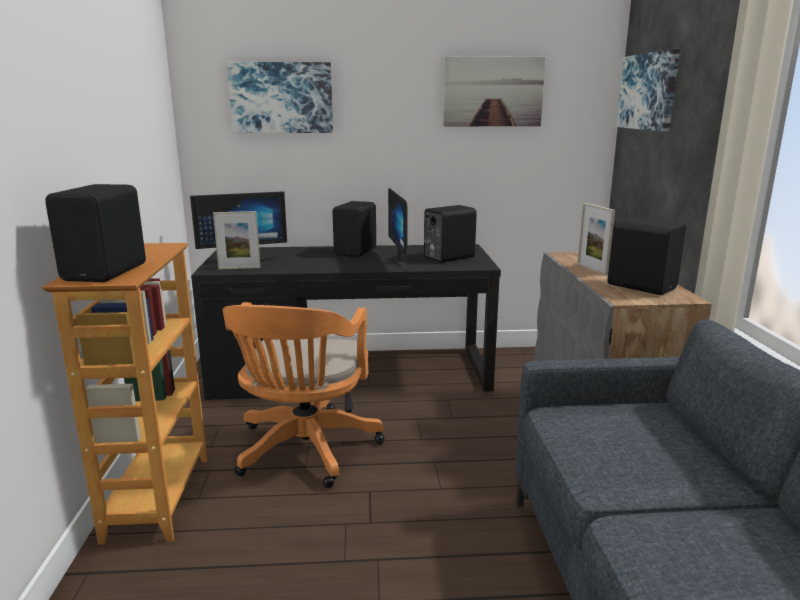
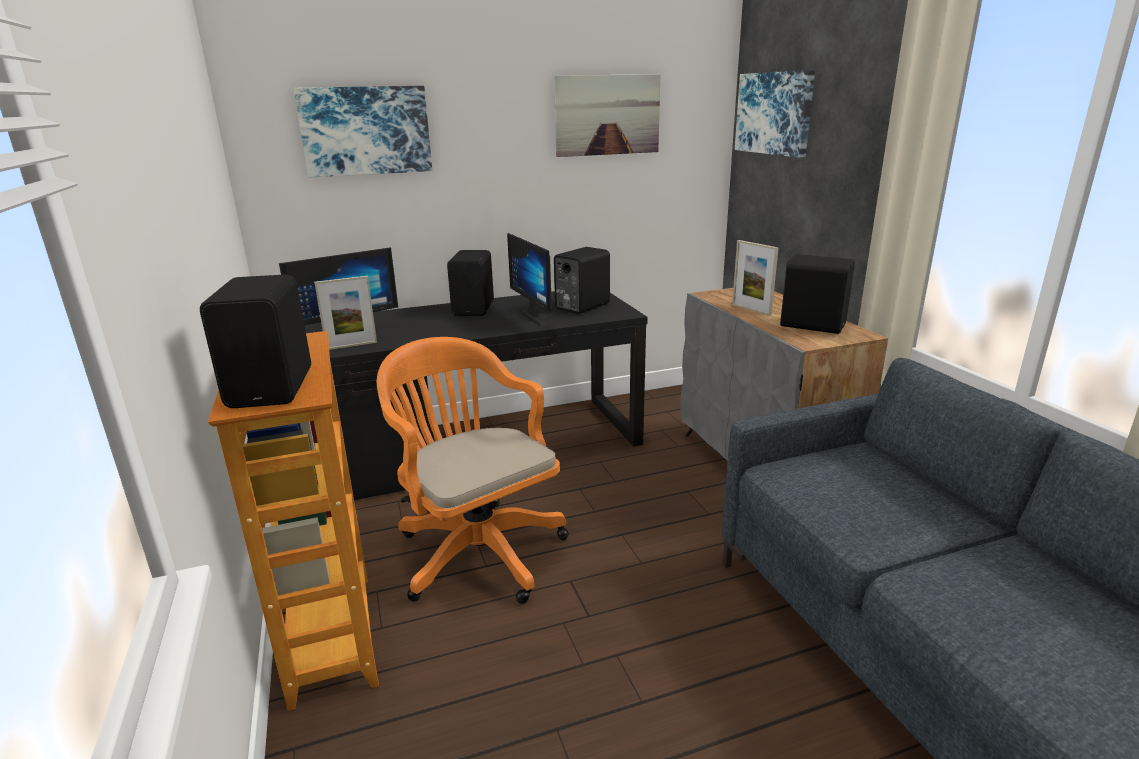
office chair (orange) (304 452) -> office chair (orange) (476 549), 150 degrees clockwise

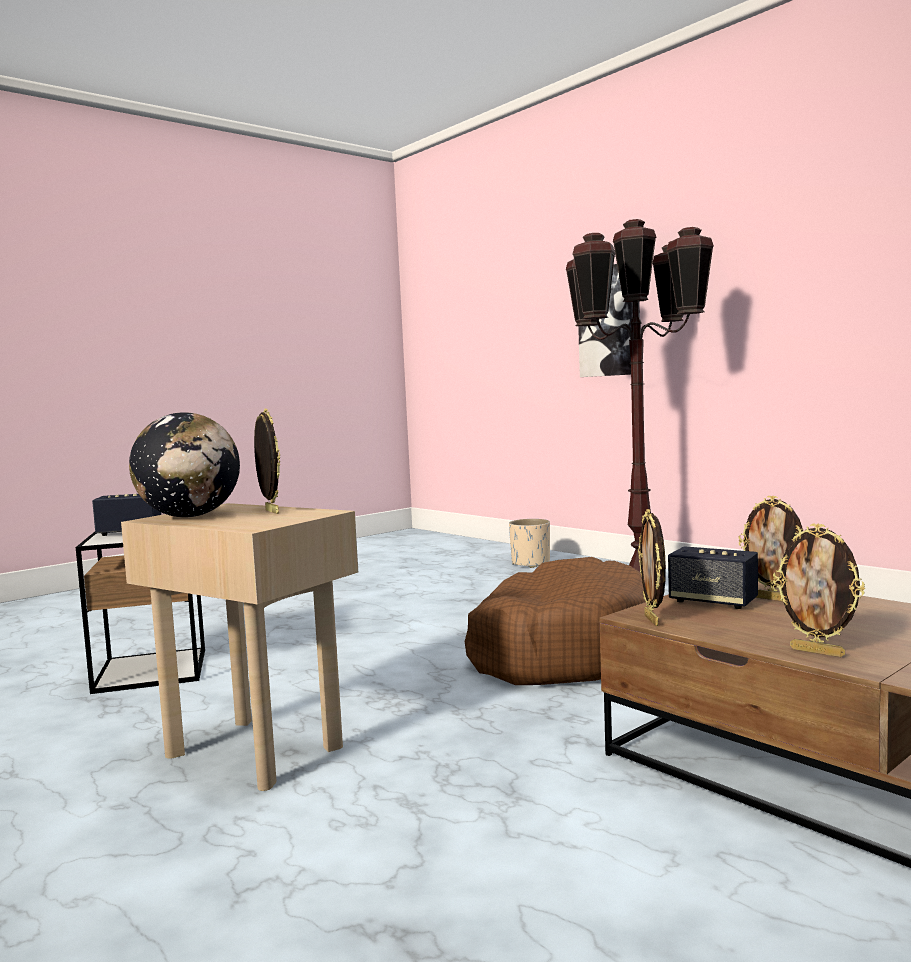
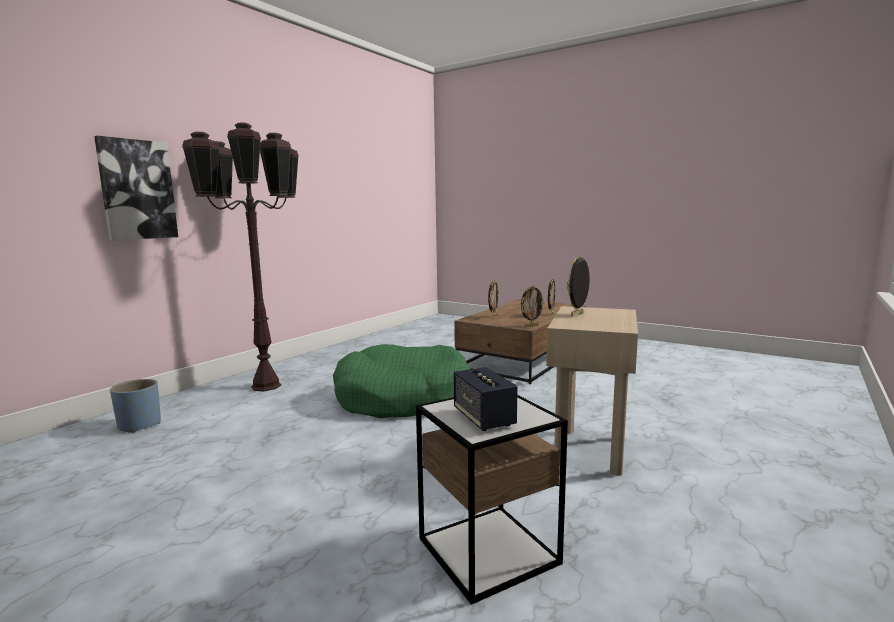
globe (190 516) -> none
dog bed (brown) (560 650) -> dog bed (green) (403 398)
planter (beige) (530 564) -> planter (blue) (139 425)
speaker (713 602) -> none

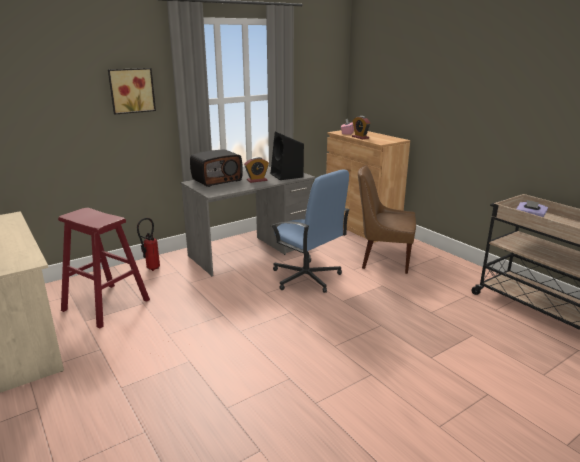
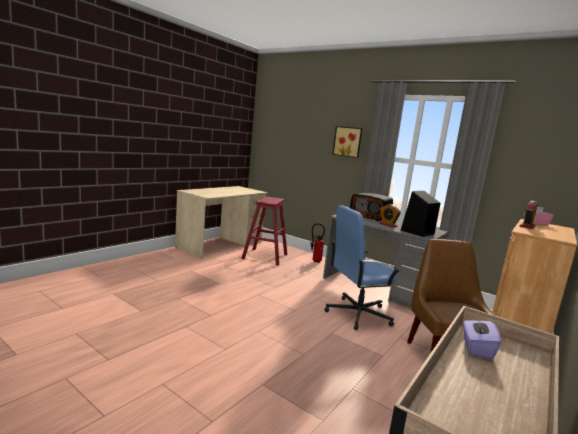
office chair (blue) (306 278) -> office chair (blue) (357 314), 45 degrees clockwise

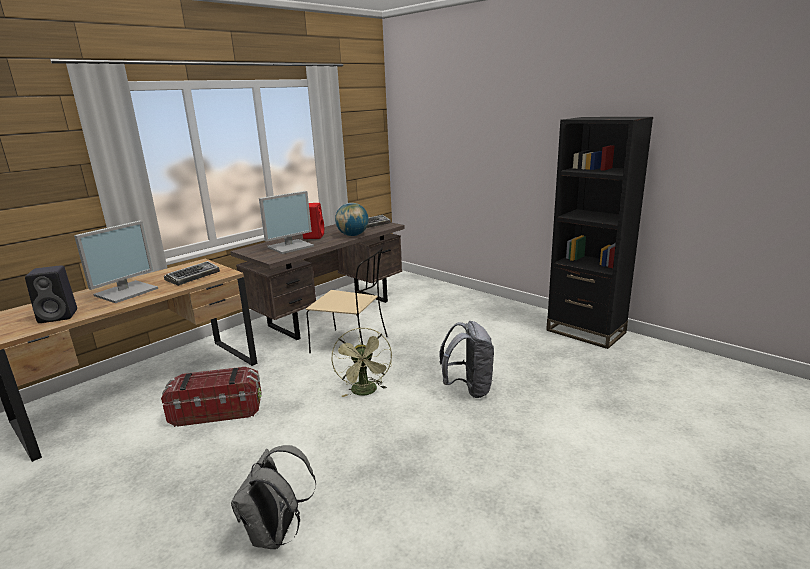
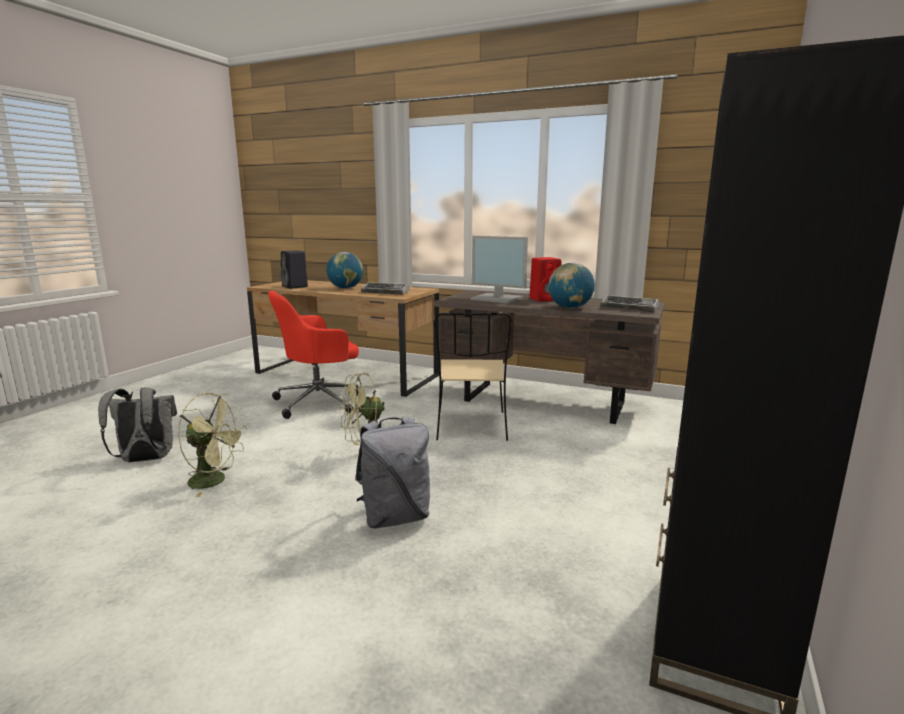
monitor (127 291) -> globe (345 288)
storage box (217 411) -> office chair (red) (319 402)
none -> fan (green) (215 481)

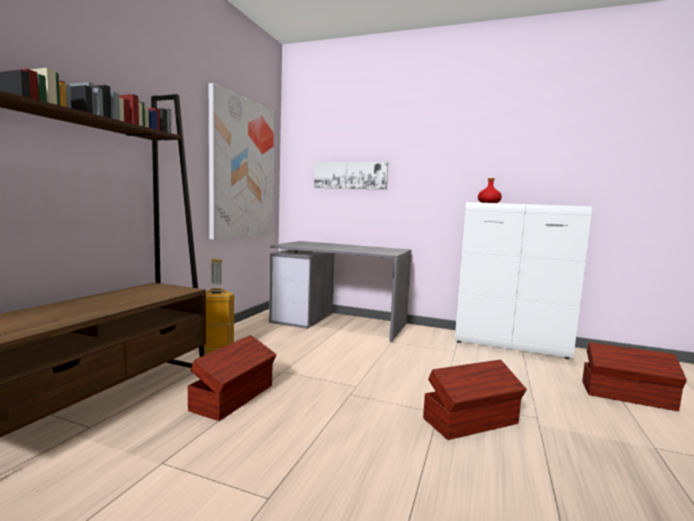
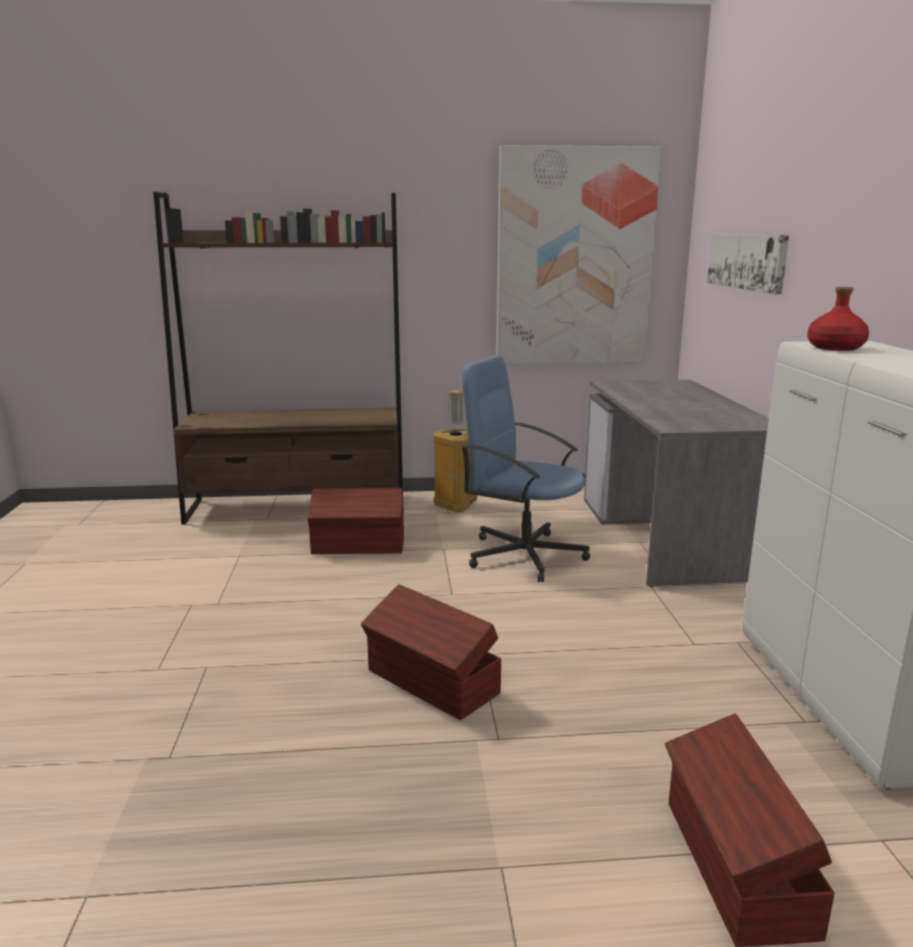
none -> office chair (blue) (523 555)

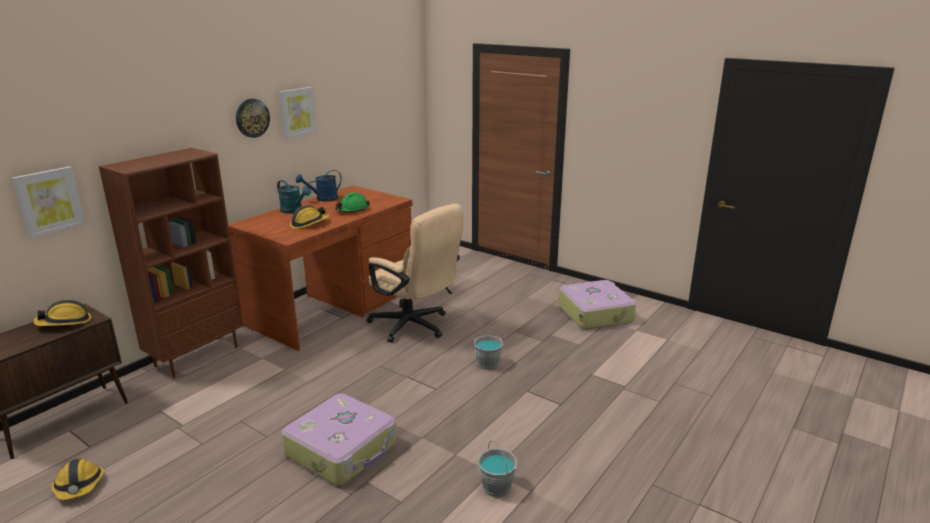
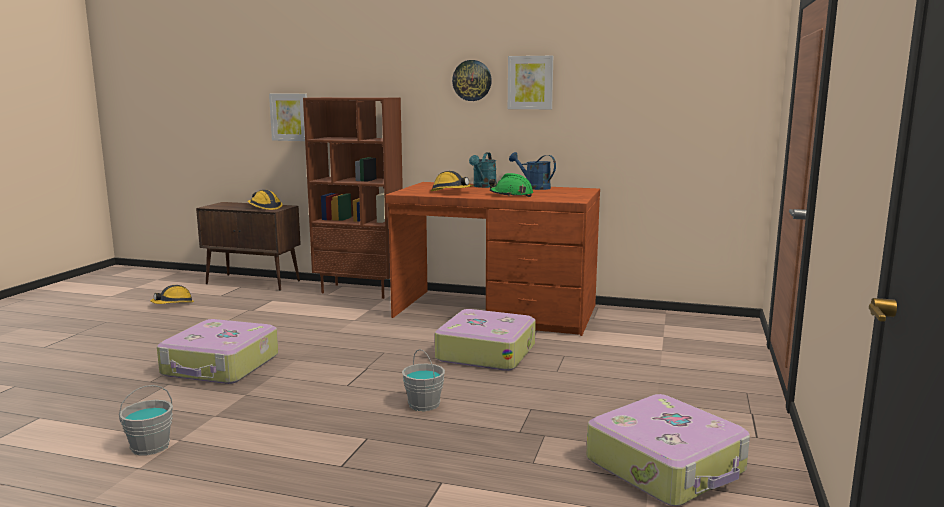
office chair (beige) (415 327) -> suitcase (486 352)

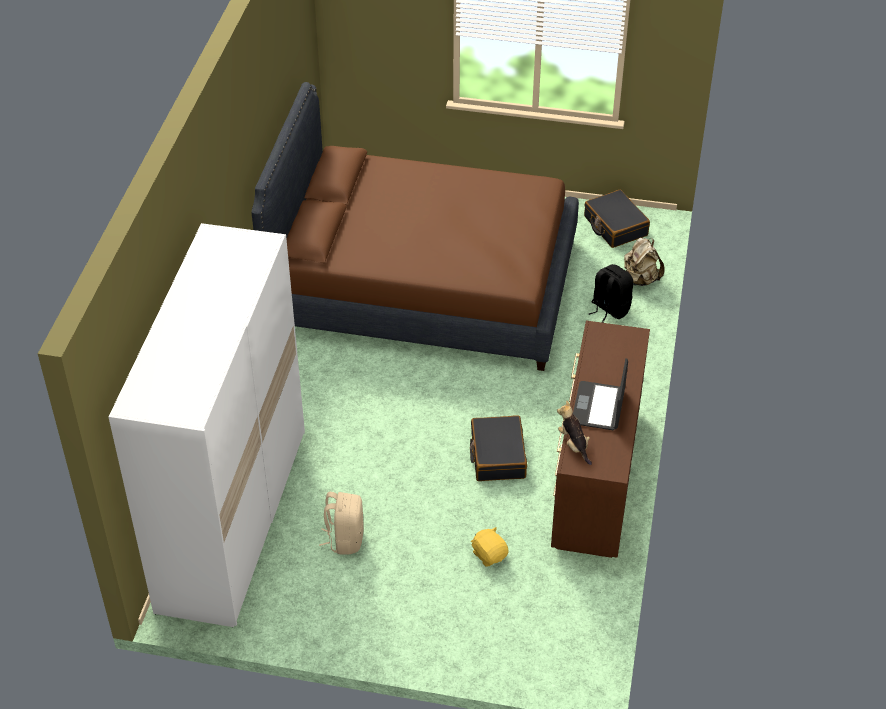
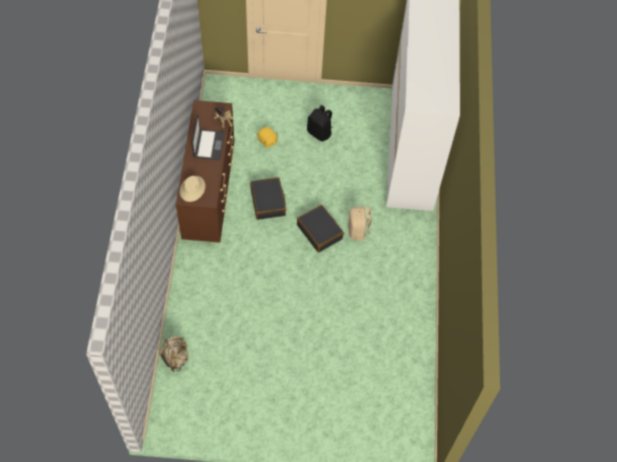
bed (brown) (423 285) -> none
backpack (beige) (345 539) -> backpack (beige) (358 231), relocated
suitcase (black) (615 226) -> suitcase (black) (320 232), relocated
backpack (black) (609 309) -> backpack (black) (319 132), relocated
none -> hat (beige) (192 189)

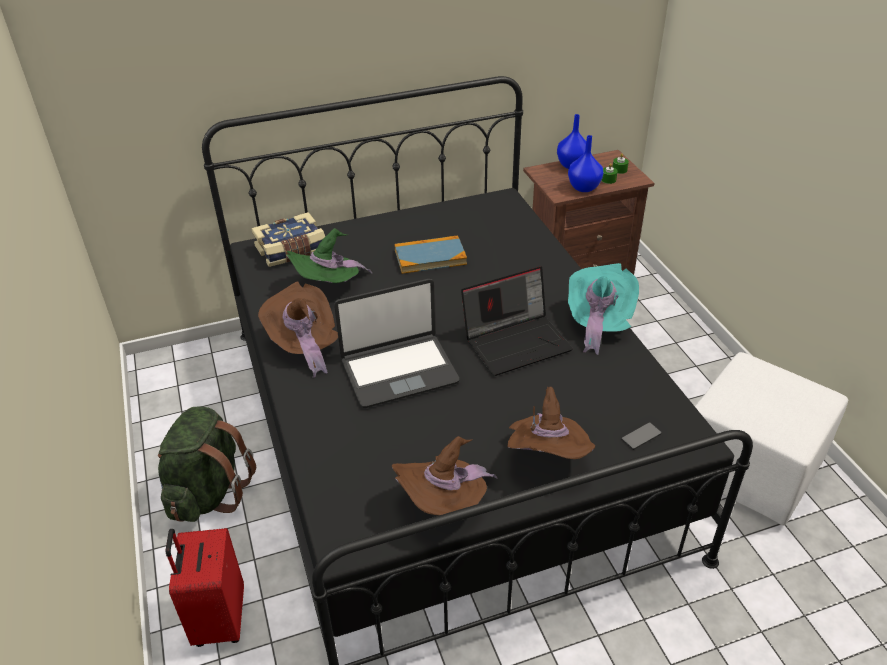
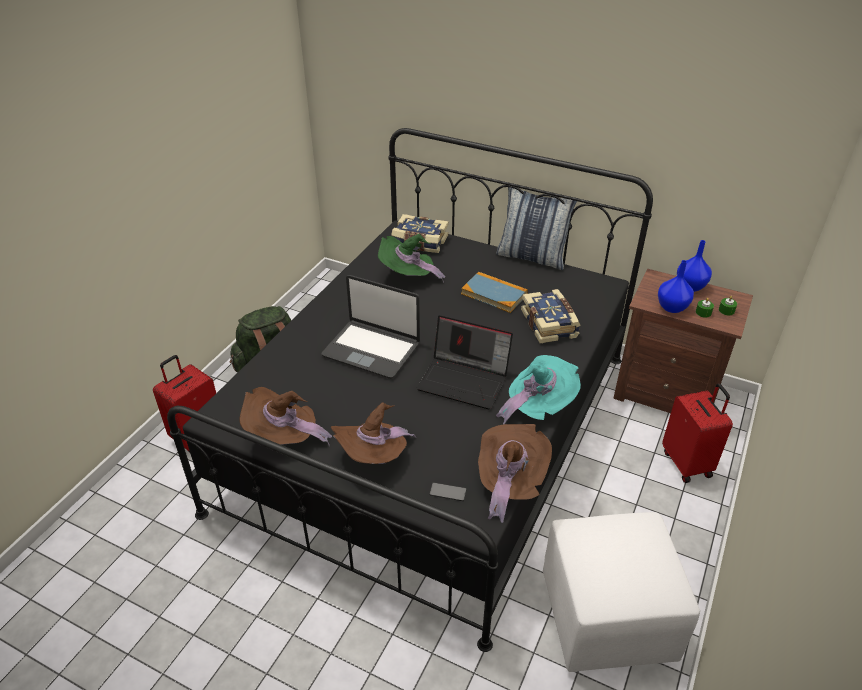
hat (brown) (304 345) -> hat (brown) (509 482), relocated
none -> pillow (532 257)
none -> book (550 324)
none -> suitcase (red) (687 463)

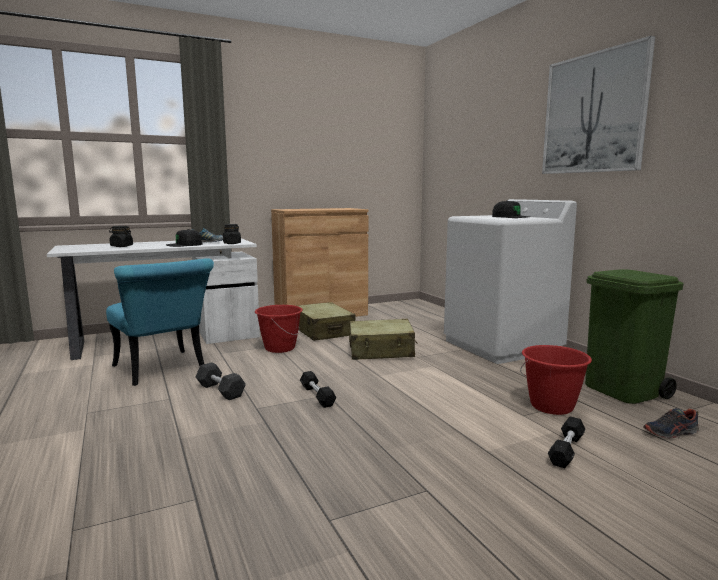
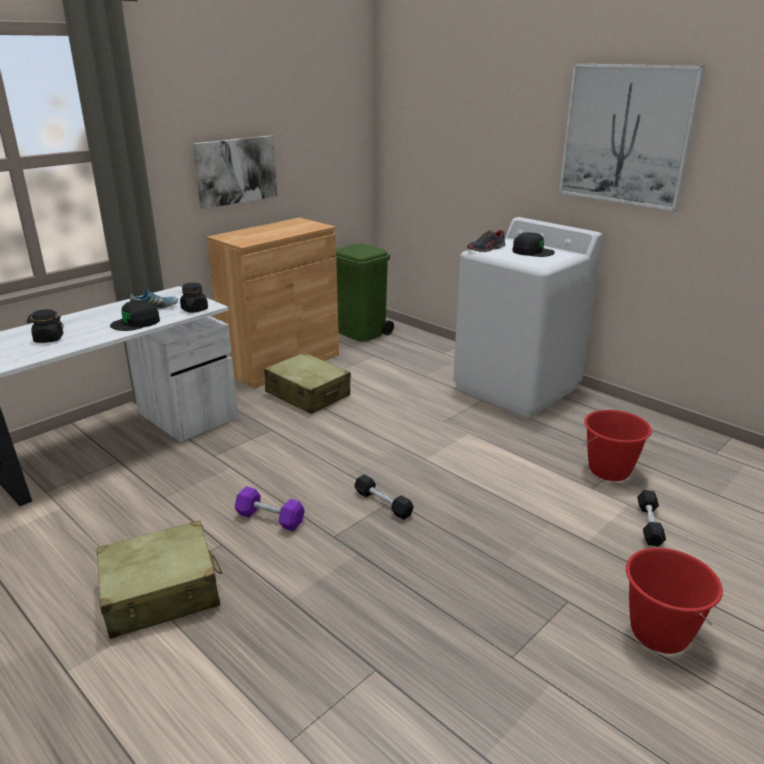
chair (turquoise) (163 370) -> none
dumbbell (black) (220 390) -> dumbbell (purple) (270 518)
bucket (red) (279 348) -> bucket (red) (658 633), relocated
suitcase (beige) (381 351) -> suitcase (beige) (162 593), relocated
trash can (green) (623 391) -> trash can (green) (362 333), relocated
shoe (671 433) -> shoe (486 249), relocated
none -> picture (236 170)

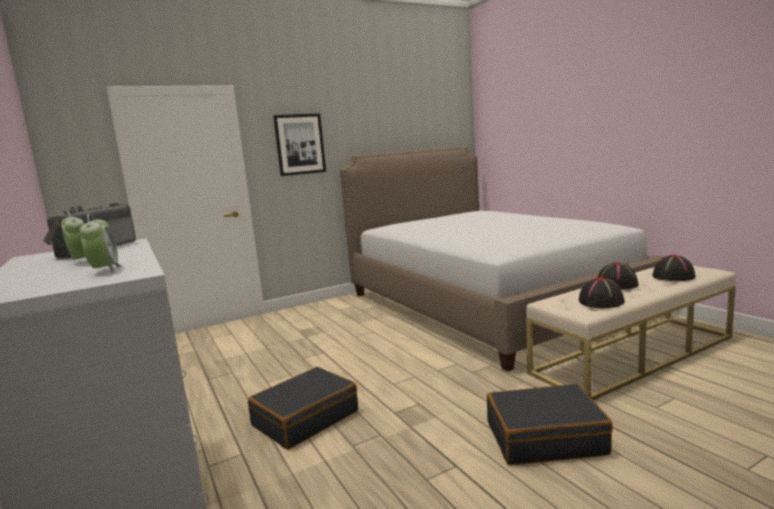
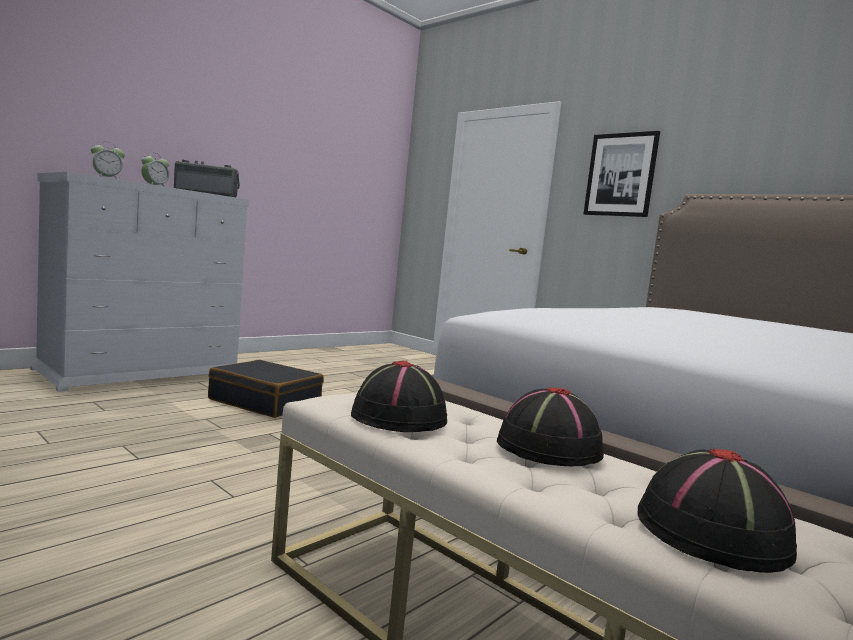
suitcase (black) (545 438) -> none

